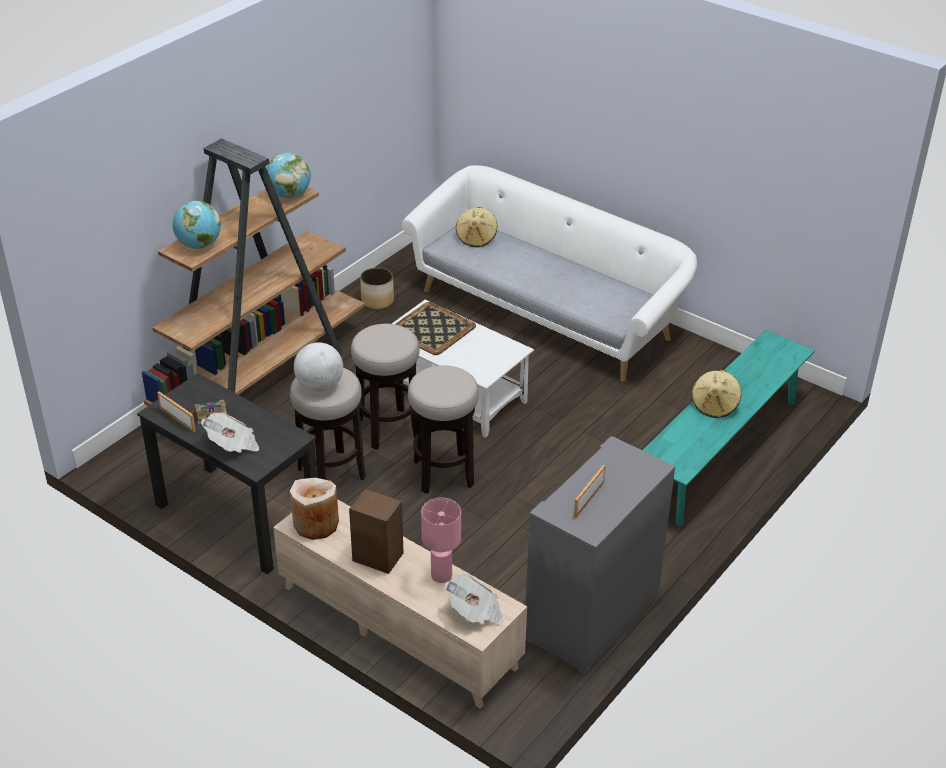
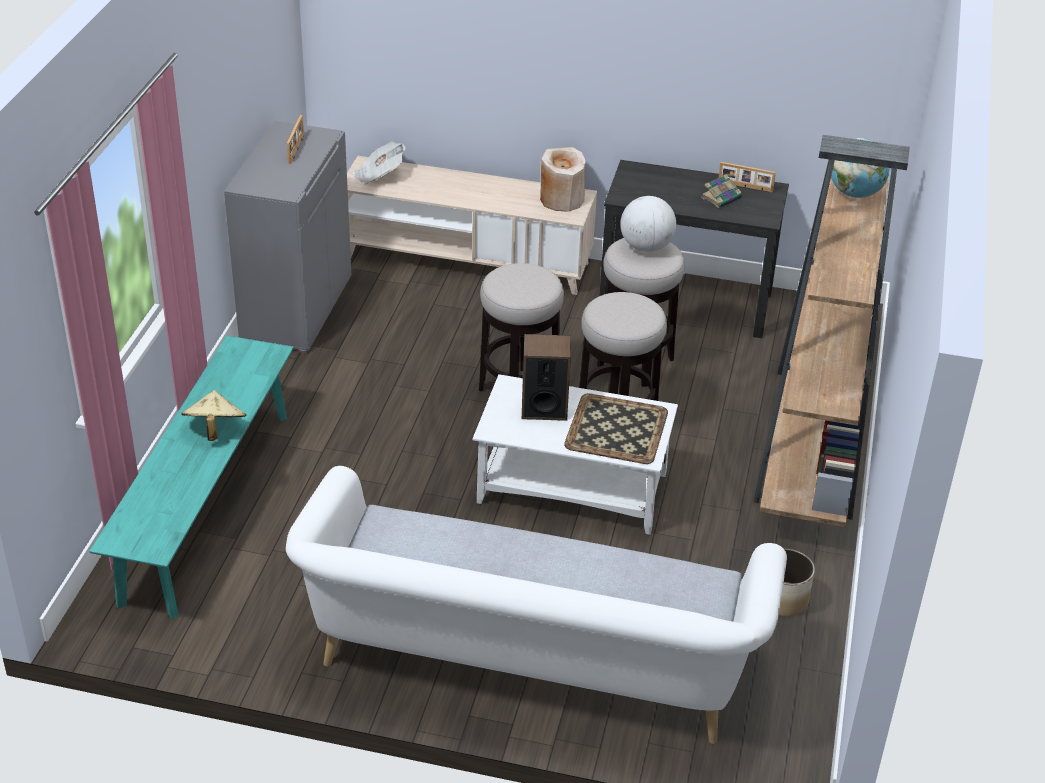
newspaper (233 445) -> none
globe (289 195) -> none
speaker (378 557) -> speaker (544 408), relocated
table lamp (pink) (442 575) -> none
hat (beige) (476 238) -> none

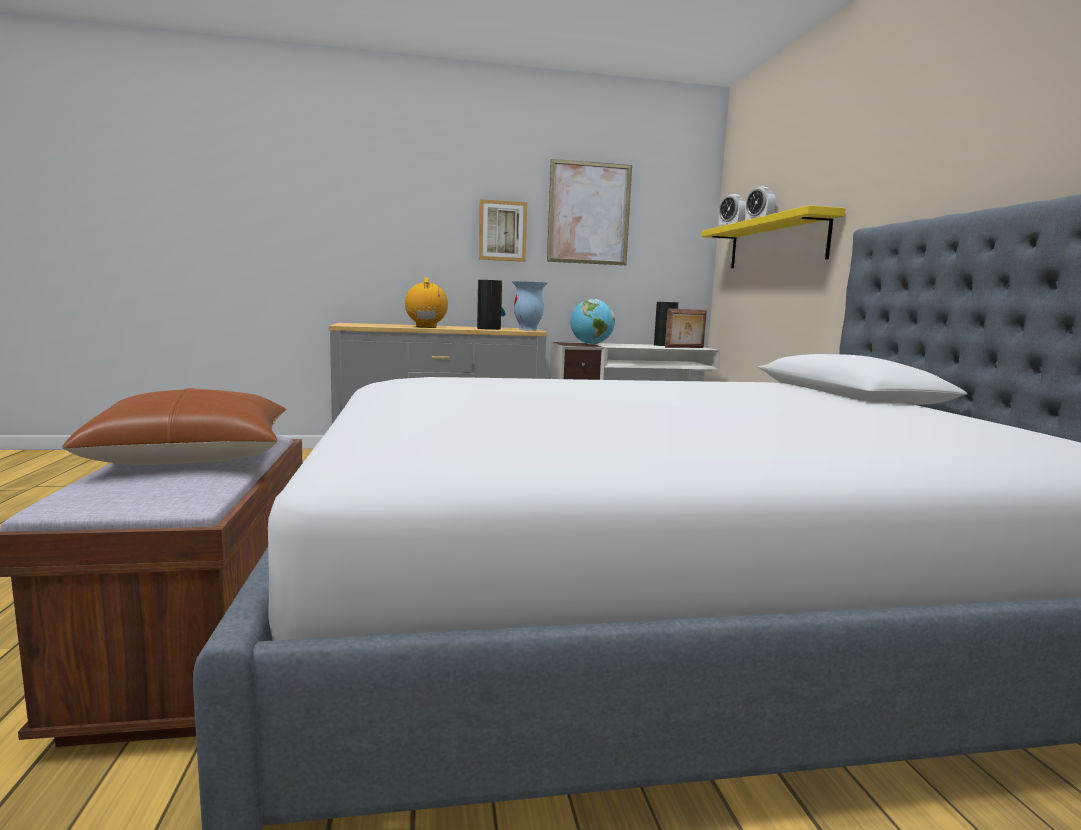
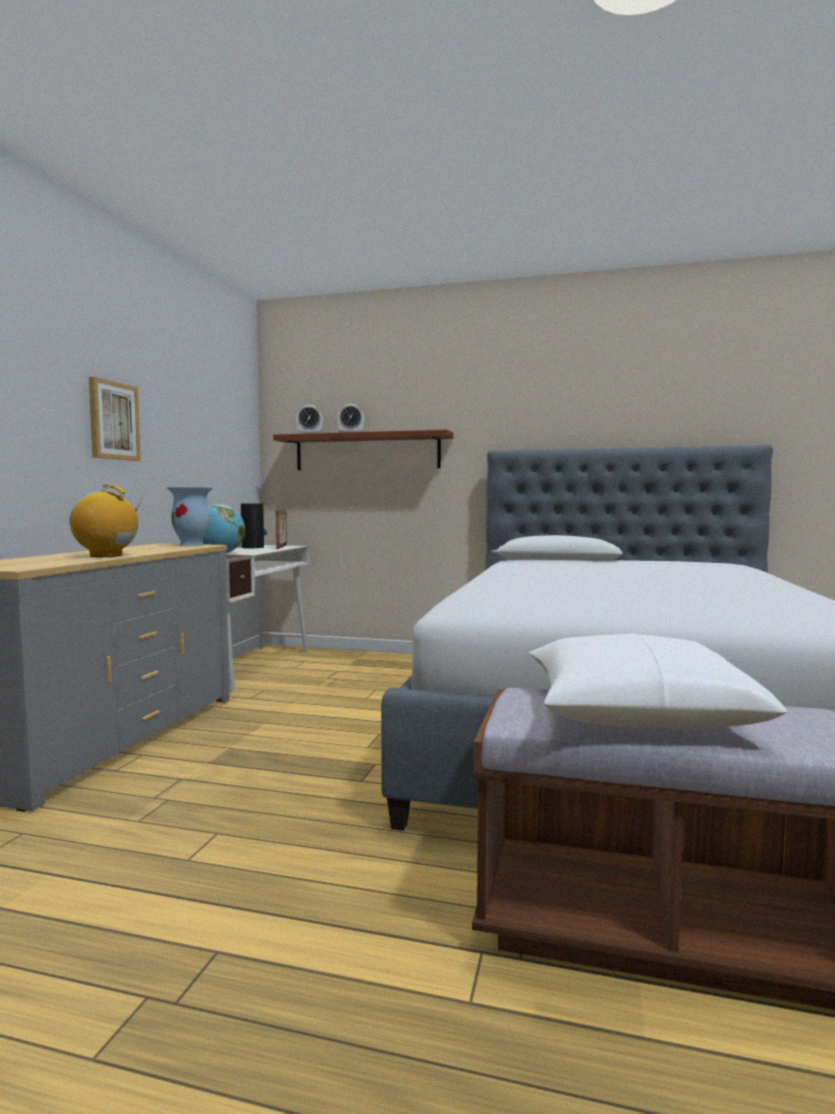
pillow (brown) (194 455) -> pillow (white) (636 712)
vase (489 328) -> none
picture (589 213) -> none
shelf (yellow) (776 243) -> shelf (brown) (367 452)

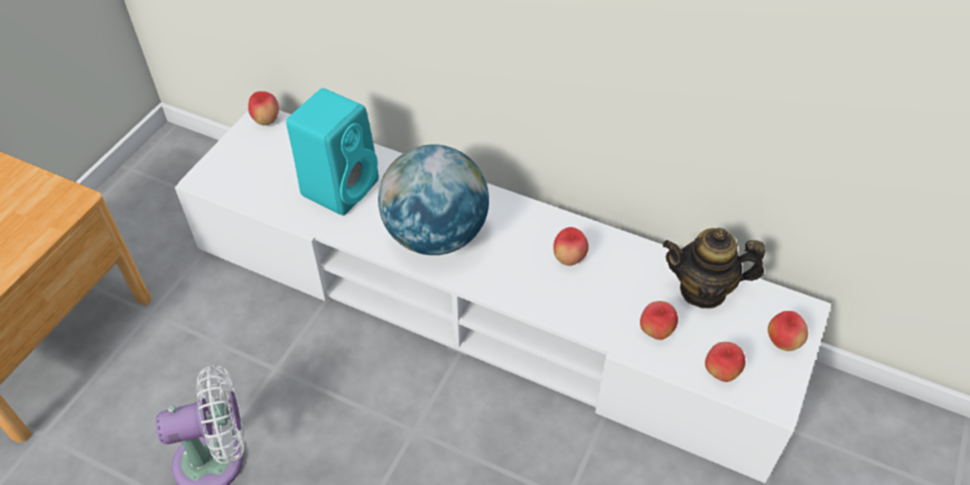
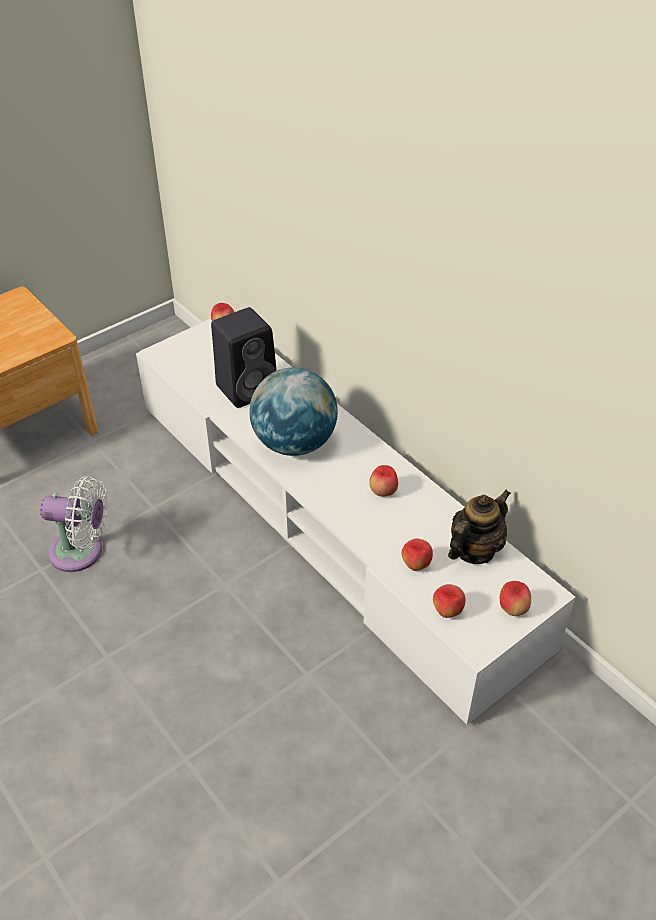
speaker (turquoise) (341 186) -> speaker (black) (248 388)
teapot (703 290) -> teapot (474 550), 105 degrees clockwise

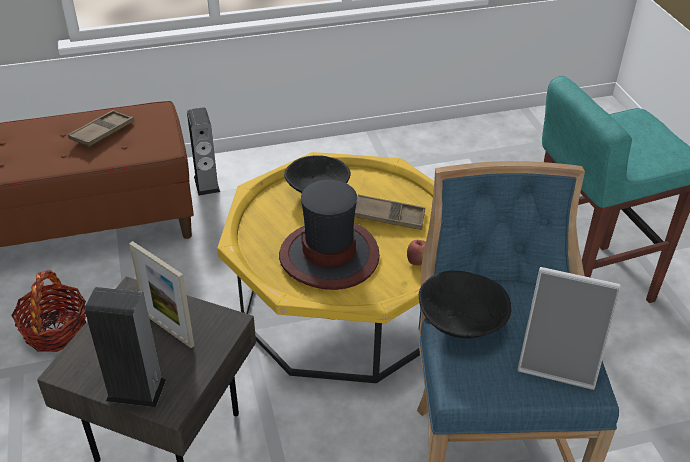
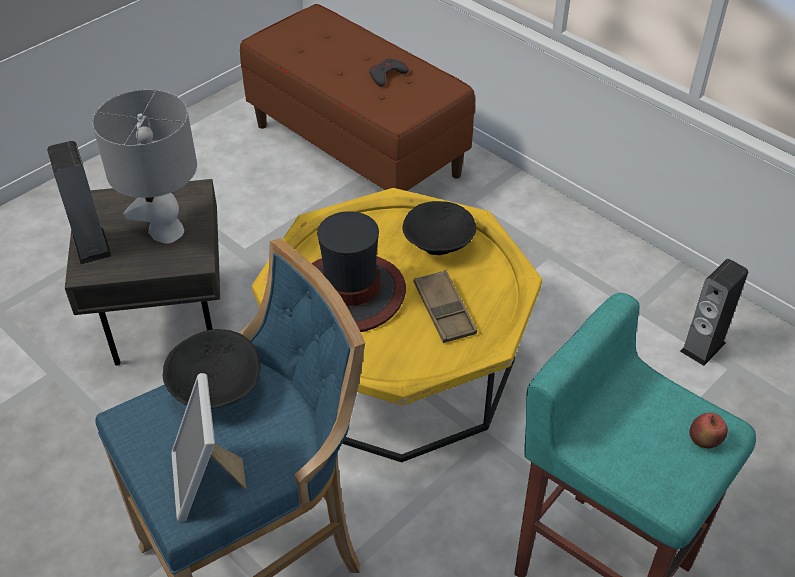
basket (55 330) -> none
tray (brown) (102 132) -> game controller (grey) (386 75)
picture frame (168 329) -> table lamp (grey) (166 231)
speaker (206 184) -> speaker (702 347), relocated
apple (417 262) -> apple (704 441), relocated

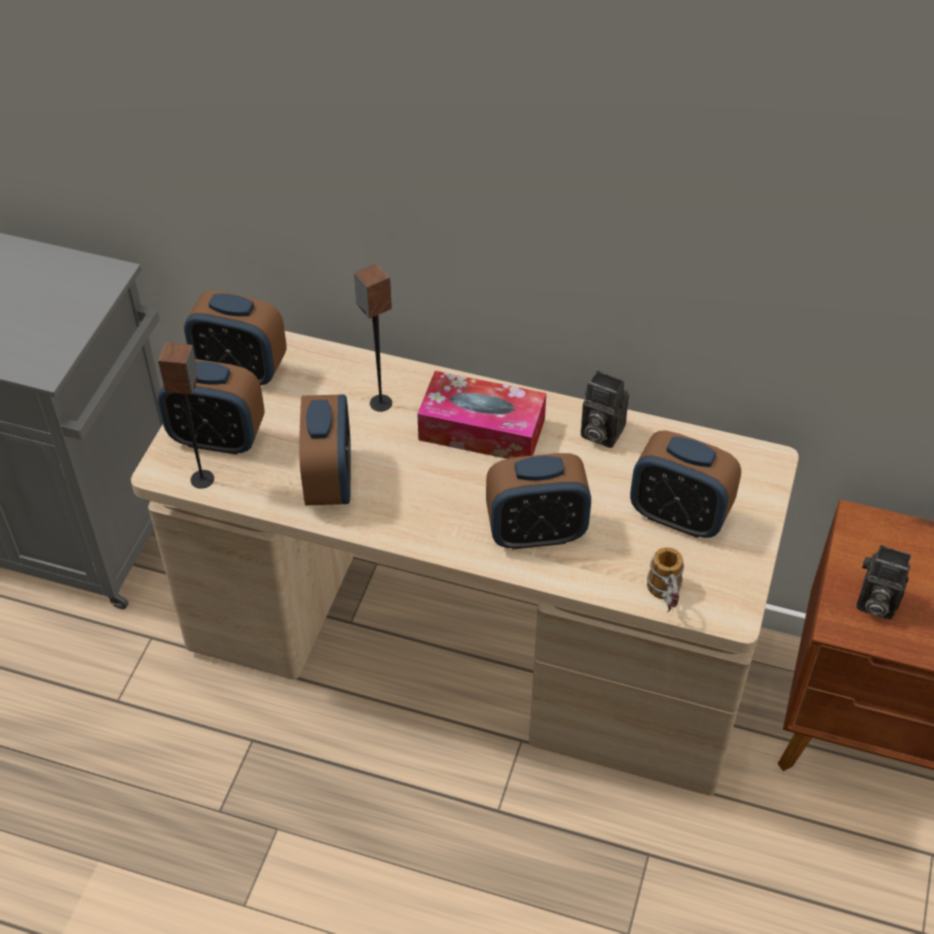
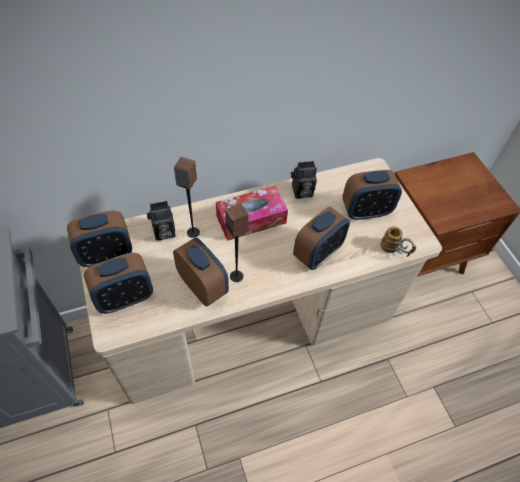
speaker (203 479) -> speaker (237 276), relocated
photo camera (874 602) -> photo camera (163 233), relocated

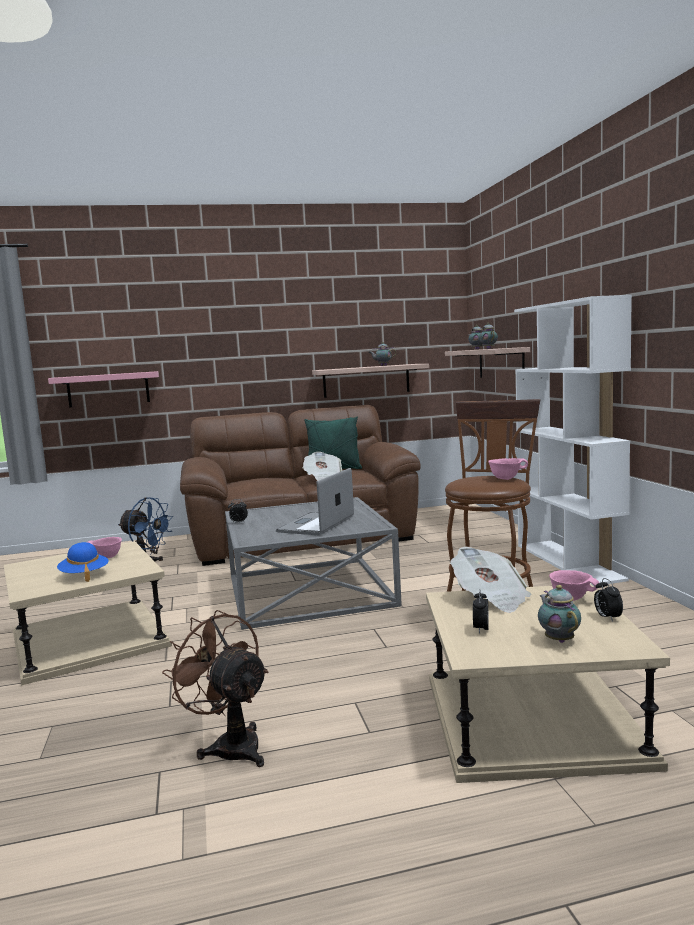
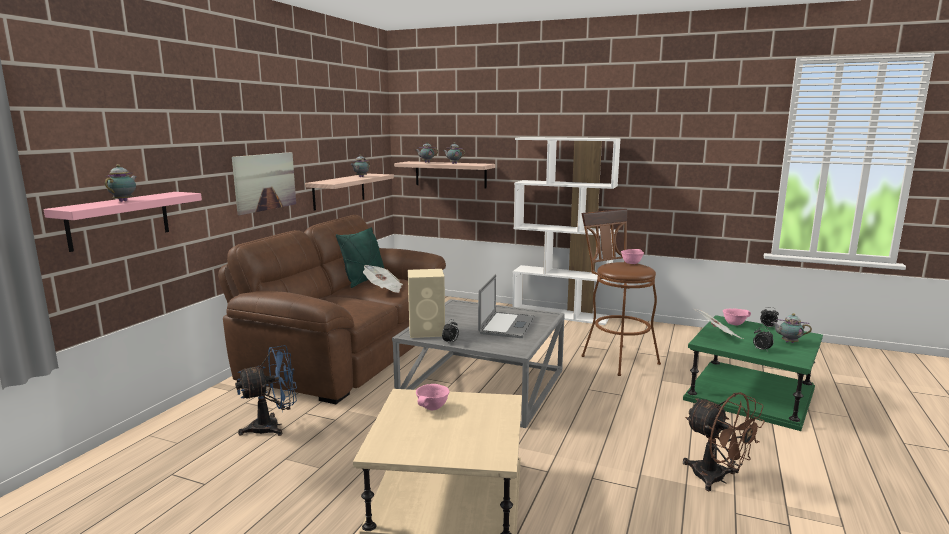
hat (blue) (84 575) -> none
fan (brown) (230 745) -> fan (brown) (716 479), 120 degrees counterclockwise
laptop (316 524) -> laptop (507 325), 135 degrees counterclockwise
side table (beige) (532 720) -> side table (green) (750 394)
none -> teapot (124 201)
none -> picture (265 182)
none -> speaker (beige) (428 331)

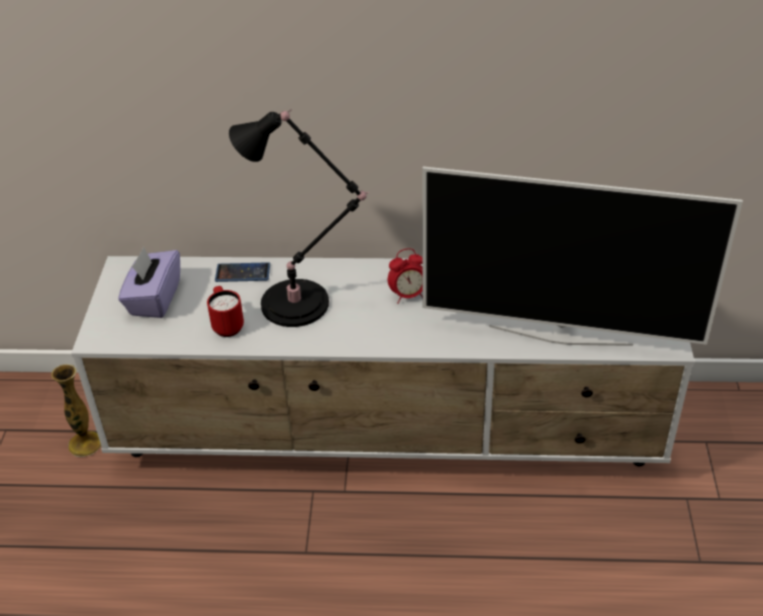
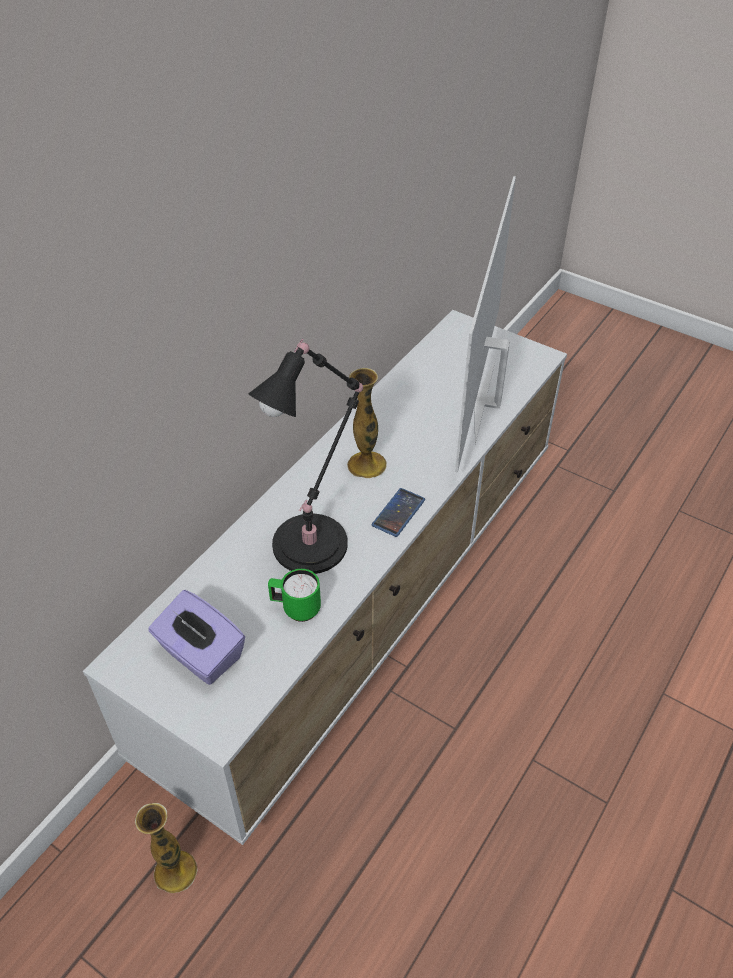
mug (red) (226 325) -> mug (green) (296 608)
phone (242 273) -> phone (398 513), relocated
alarm clock (408 295) -> vase (367 464)
television (560 334) -> television (488 402), 150 degrees clockwise

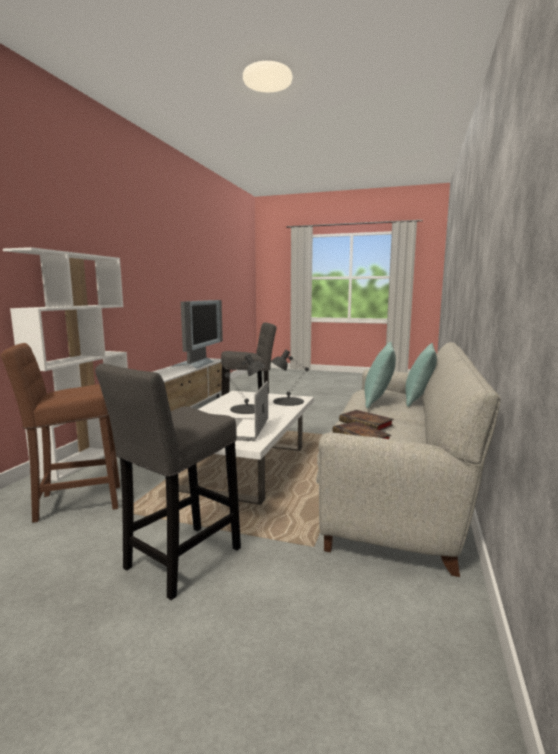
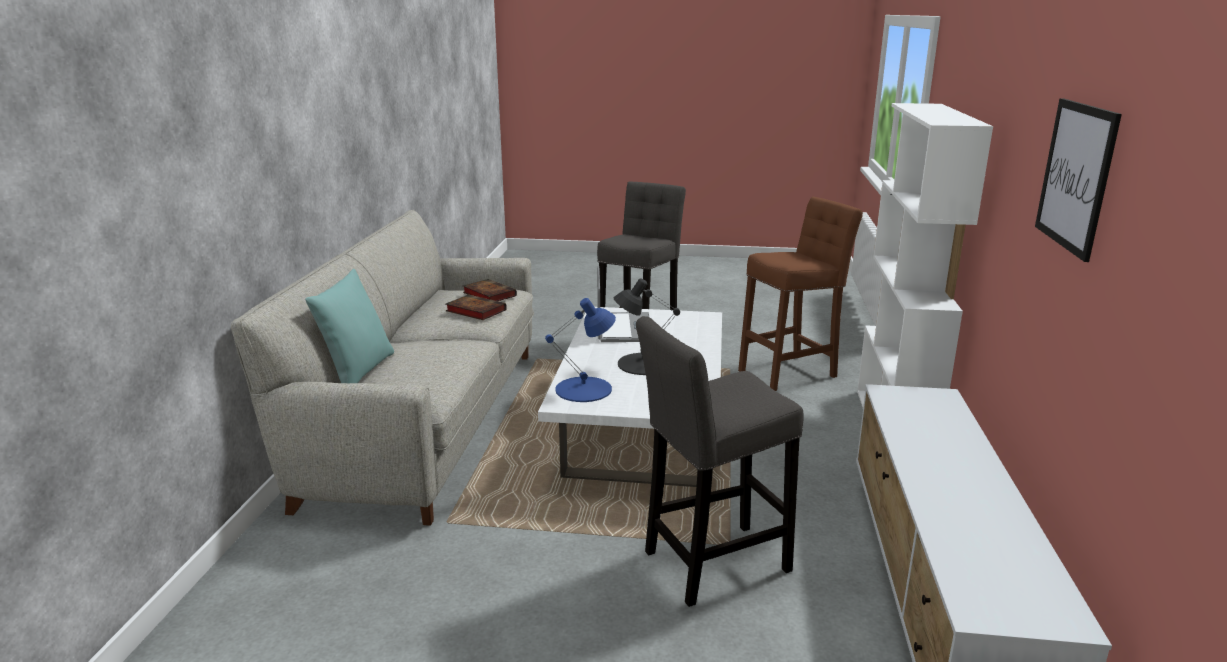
television (196 364) -> none
table lamp (black) (287 401) -> table lamp (blue) (584 389)
pillow (turquoise) (378 401) -> none
none -> picture (1075 176)

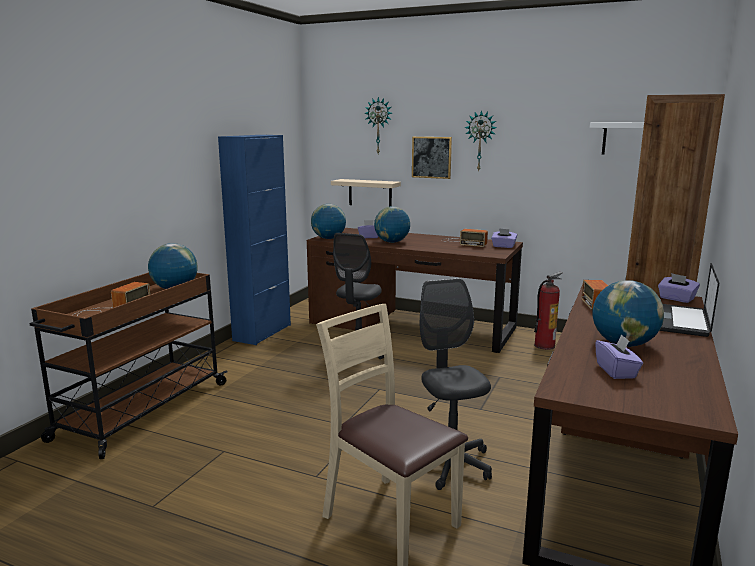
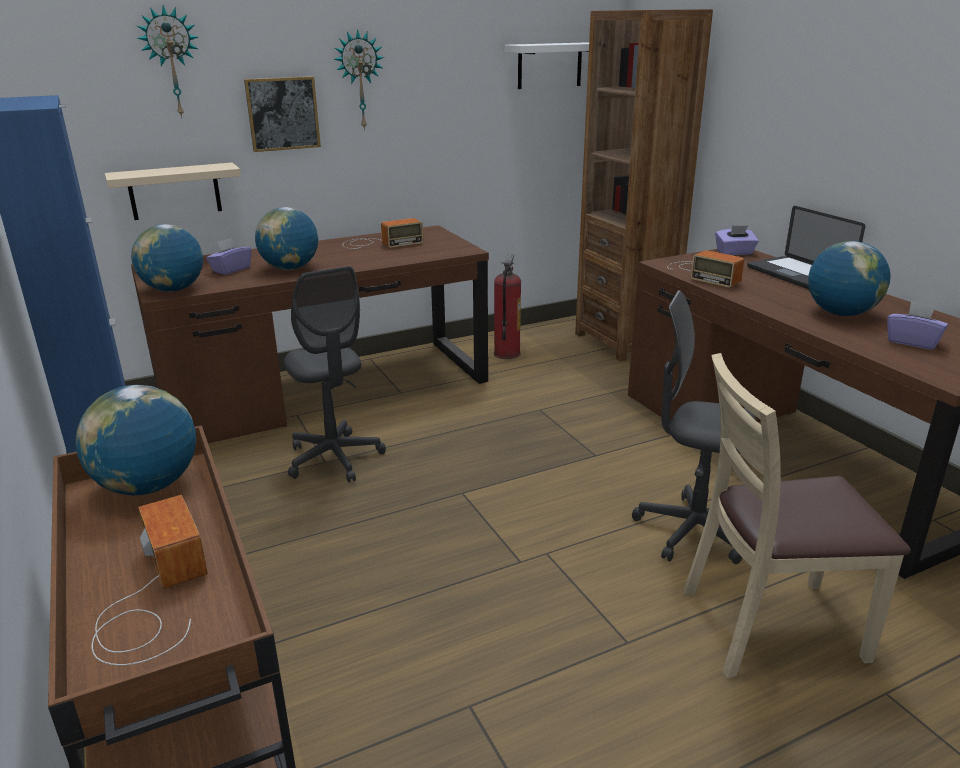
tissue box (purple) (503 246) -> none

